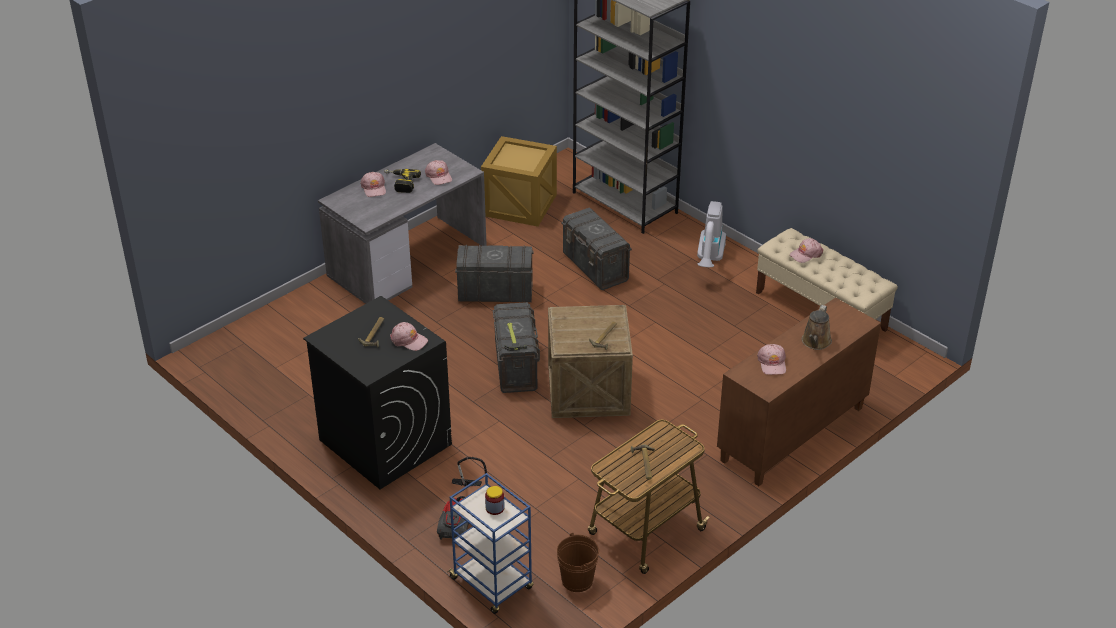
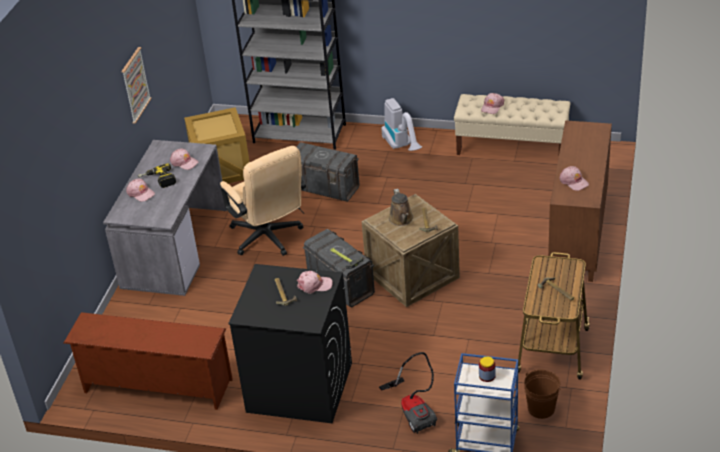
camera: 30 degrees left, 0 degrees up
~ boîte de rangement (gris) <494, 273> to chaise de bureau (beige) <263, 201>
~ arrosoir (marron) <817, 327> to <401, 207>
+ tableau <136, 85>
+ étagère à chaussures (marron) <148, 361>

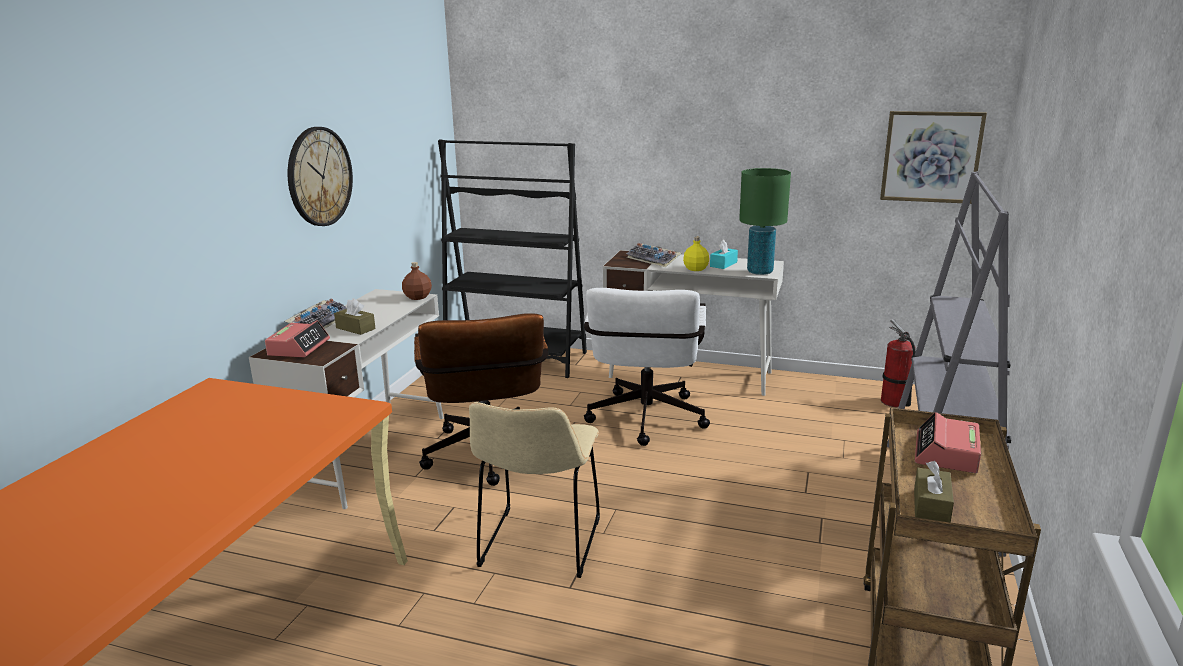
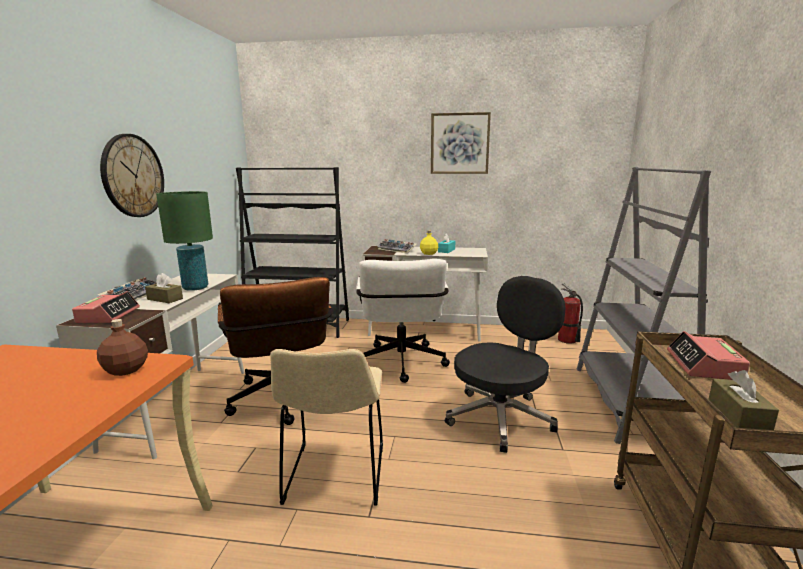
camera: 10 degrees left, 5 degrees down
~ tableau <933, 157> to <461, 143>
~ lampe de table (vert) <765, 221> to <184, 241>
~ bouteille (marron) <417, 281> to <122, 347>
+ chaise de bureau (noir) <505, 364>

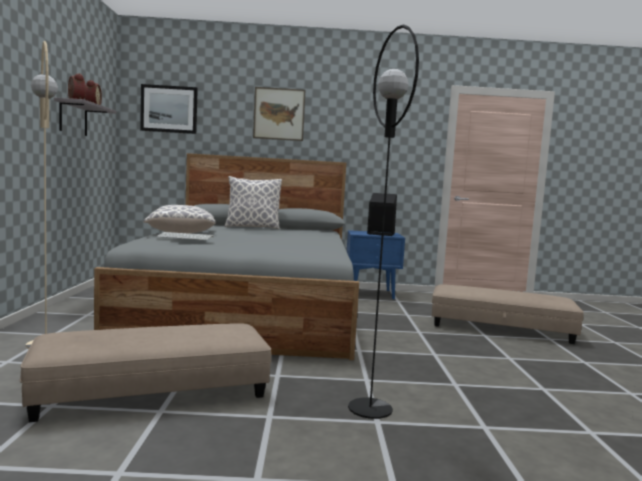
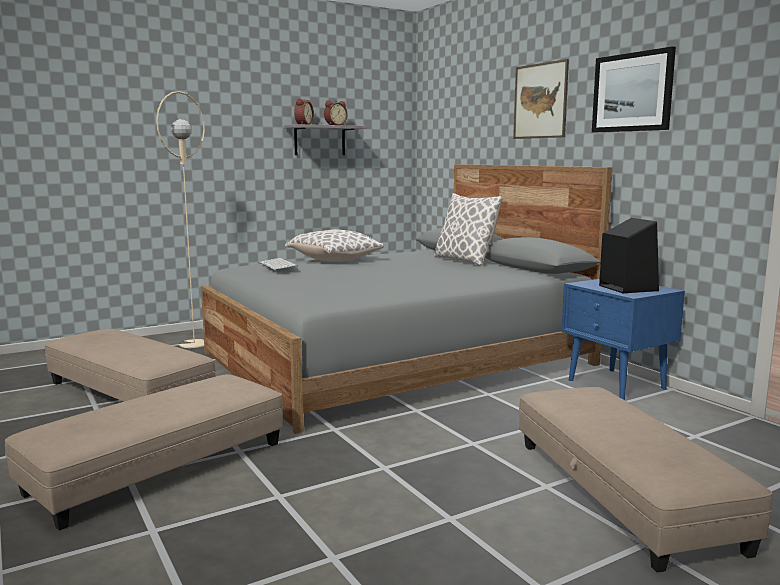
camera: 60 degrees right, 5 degrees up
~ lampadaire (noir) <383, 221> to pouf (beige) <144, 452>
~ tableau <169, 109> to <634, 89>

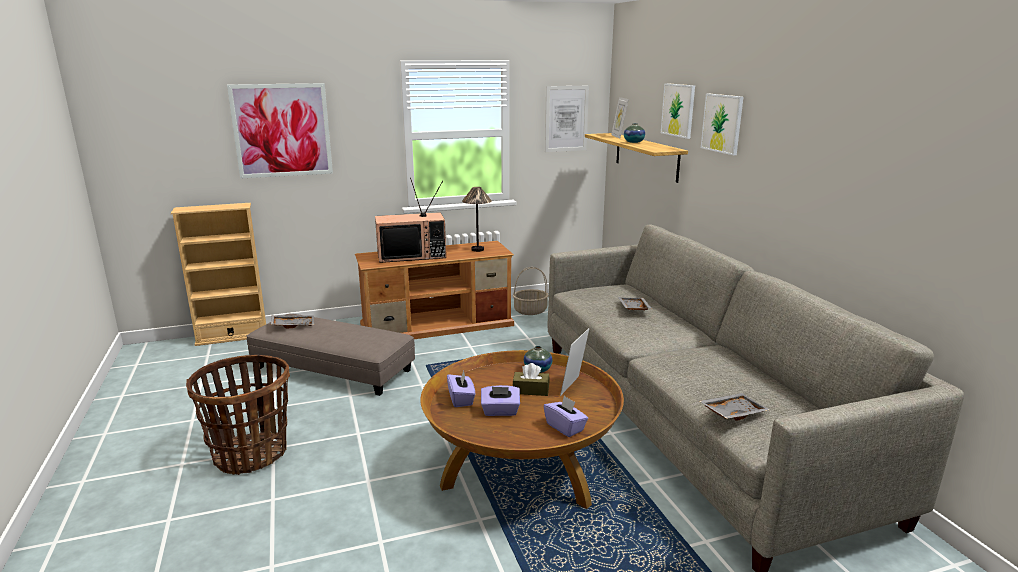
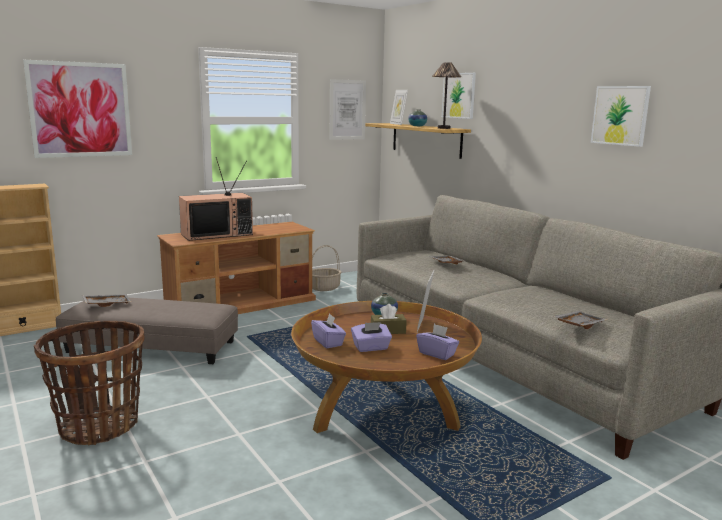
camera: 15 degrees left, 5 degrees down
~ tableau <722, 124> to <621, 116>
~ lampe de table <477, 219> to <446, 95>

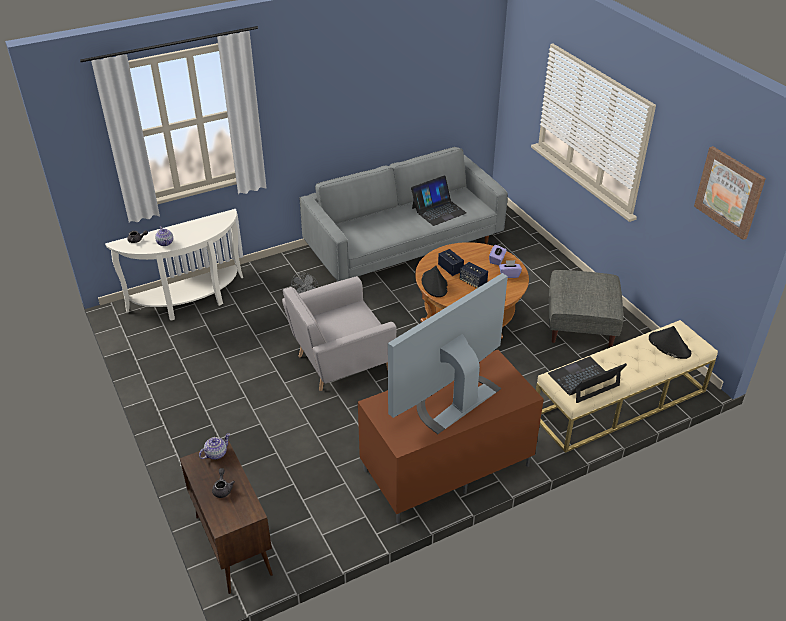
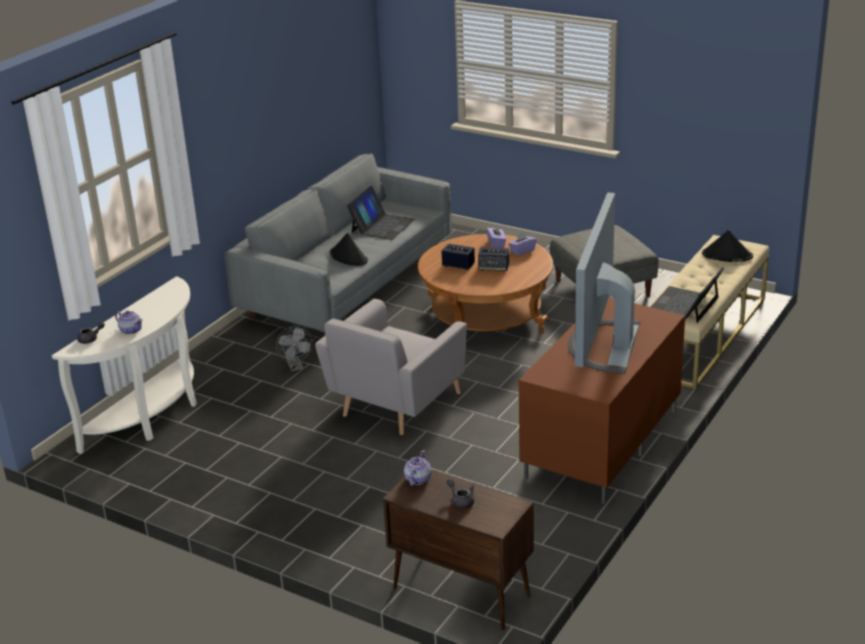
camera: 30 degrees left, 10 degrees down
- tableau <730, 193>
~ chapeau (noir) <435, 281> to <348, 249>

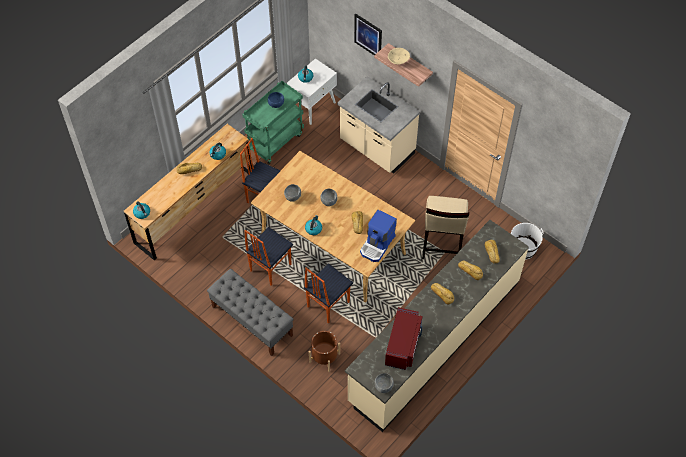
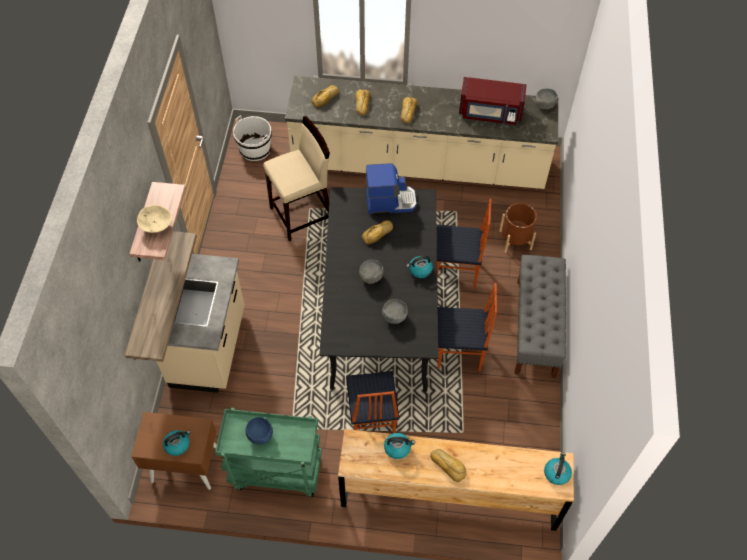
camera: 125 degrees left, 0 degrees up
- tableau <368, 34>
~ table de chevet (blanc) <312, 91> to table de chevet (marron) <174, 451>
~ table à manger (beige) <333, 227> to table à manger (noir) <379, 289>
~ micro-ondes (rouge) <404, 338> = <492, 101> 150 degrees counterclockwise
+ étagère <161, 296>

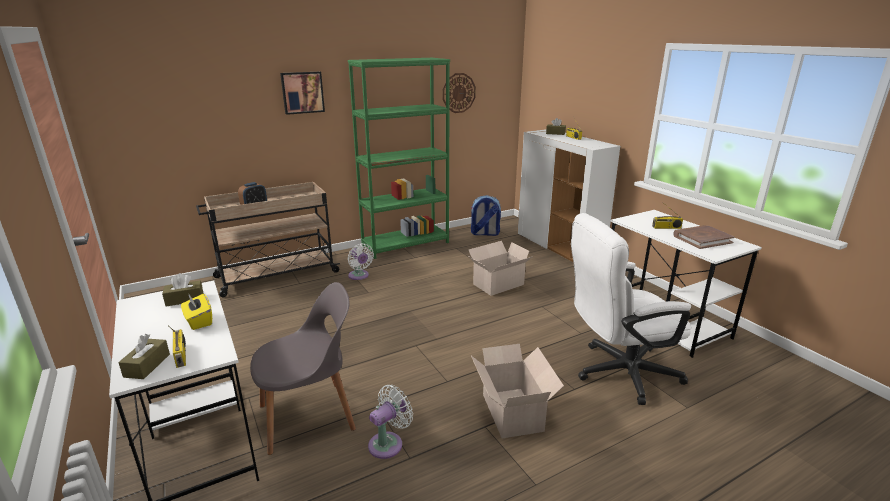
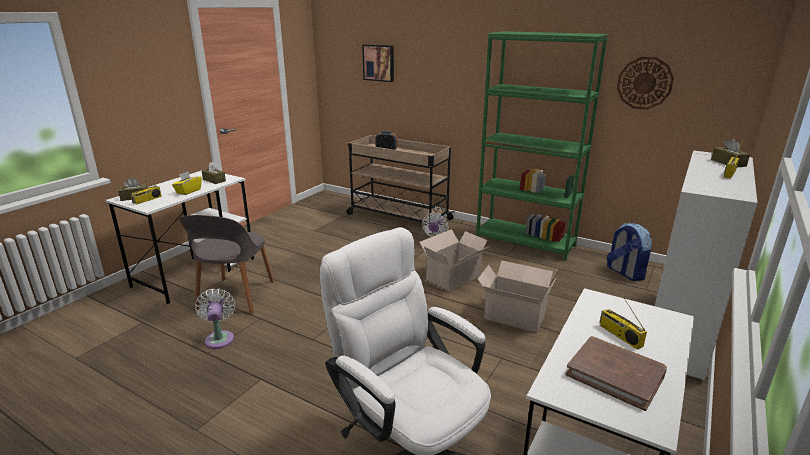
camera: 60 degrees right, 0 degrees up
~ tableau <302, 93> to <378, 63>
~ chaise (gris) <303, 368> = <226, 264> 60 degrees clockwise
~ carton <517, 391> to <455, 260>
~ ventilateur (blanc) <390, 422> = <215, 319> 120 degrees counterclockwise

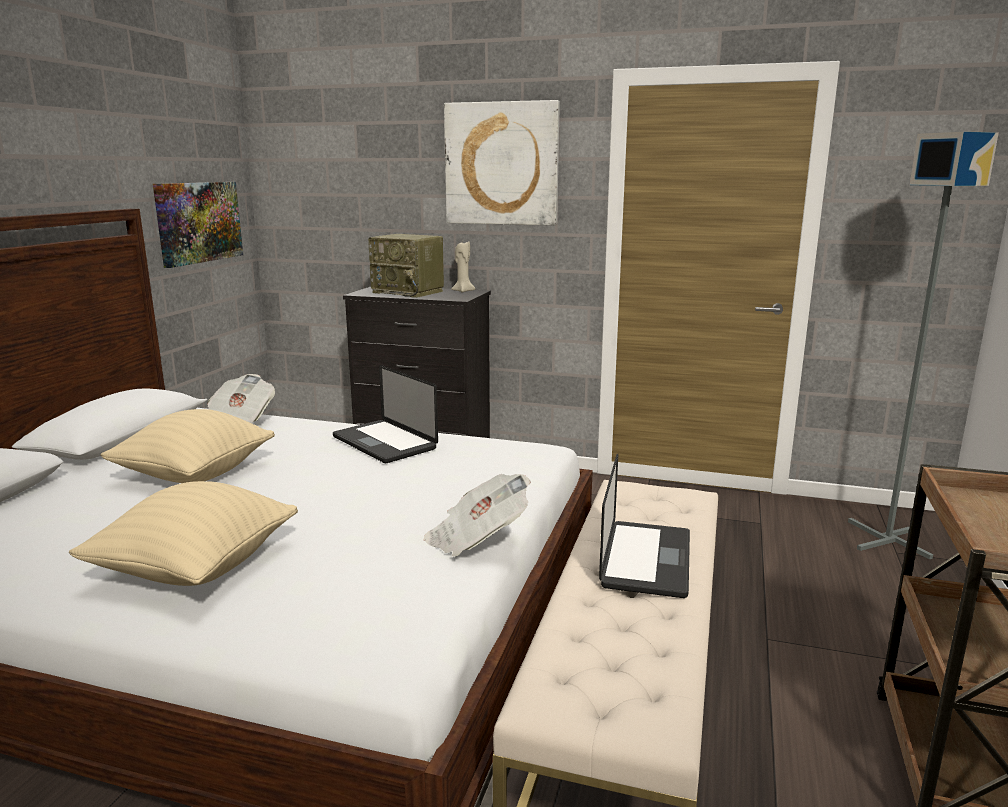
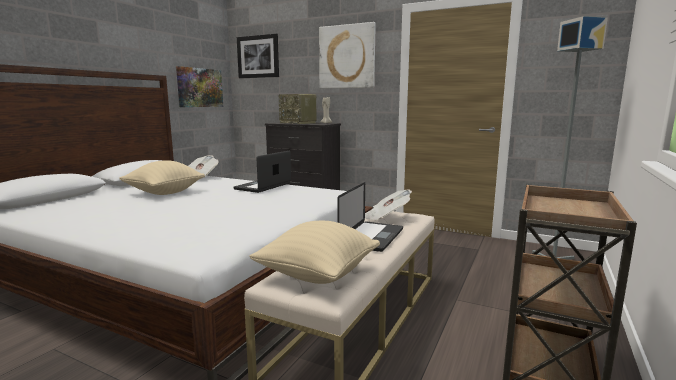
camera: 10 degrees right, 5 degrees down
~ ordinateur portable <385, 414> = <262, 172> 60 degrees clockwise
~ journal <477, 515> to <388, 205>
~ coussin (beige) <183, 533> to <314, 252>
+ tableau <258, 56>

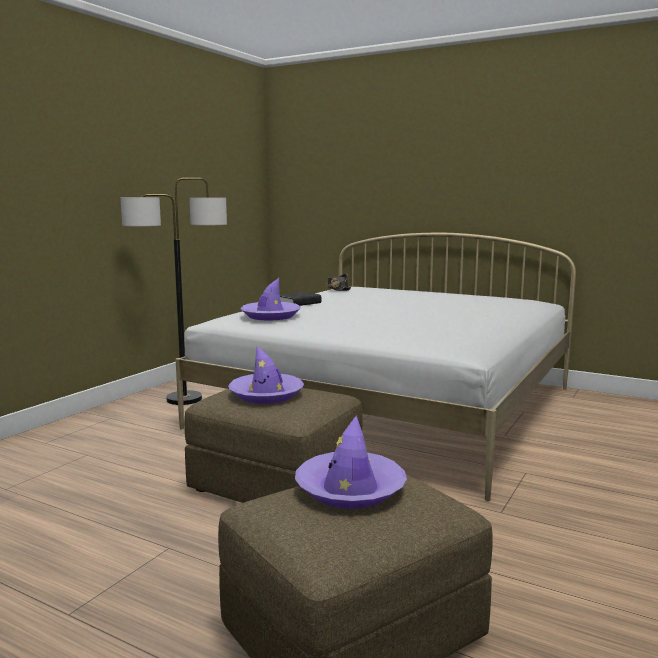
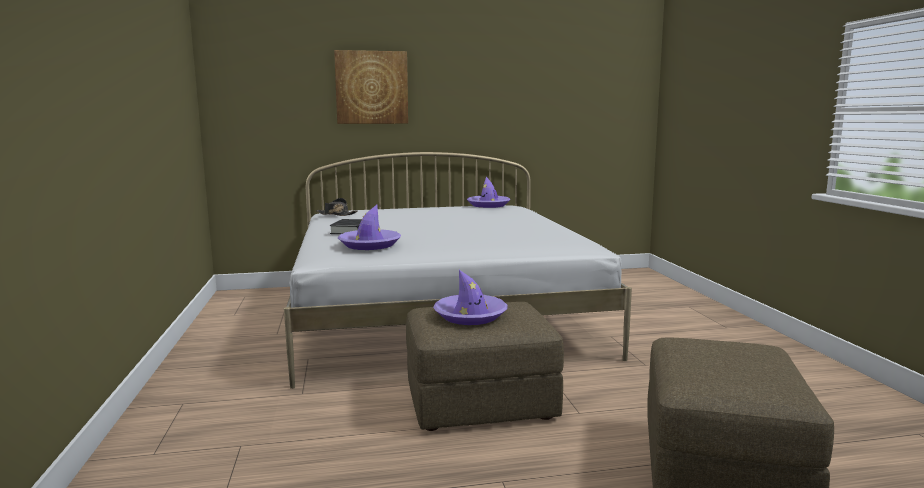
camera: 40 degrees left, 0 degrees up
- lampadaire <173, 291>
~ chapeau (violet) <351, 462> to <489, 192>
+ tableau <371, 87>

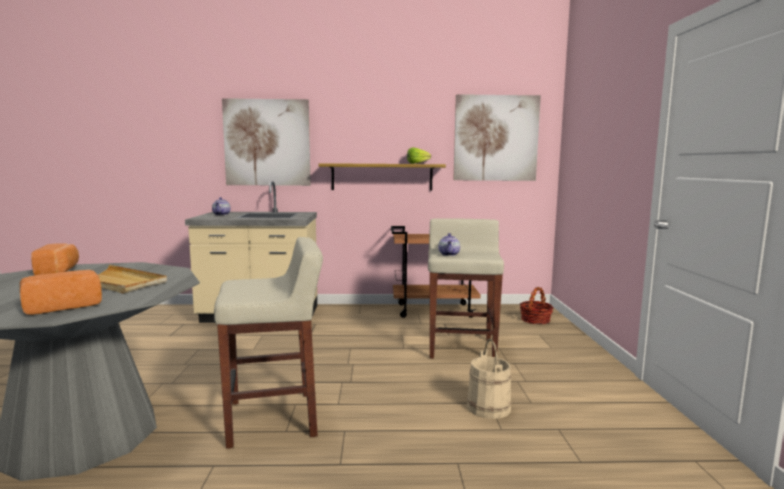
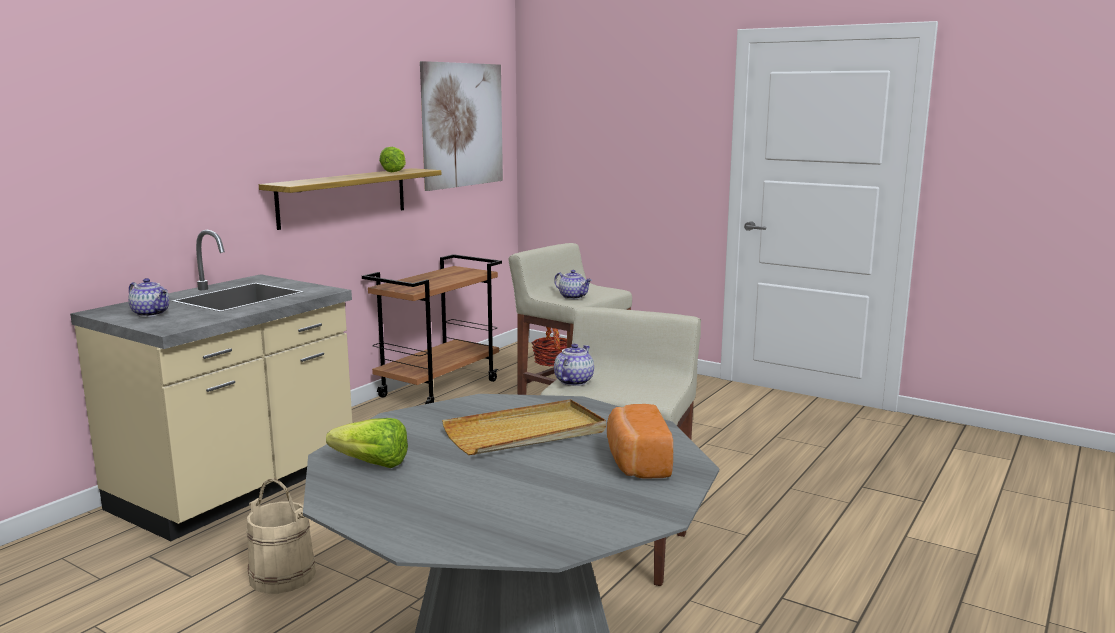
camera: 55 degrees left, 5 degrees up
- tableau <266, 142>
~ pain <55, 259> to laitue <367, 443>
~ seau (beige) <489, 379> to <281, 535>
+ théière <574, 365>

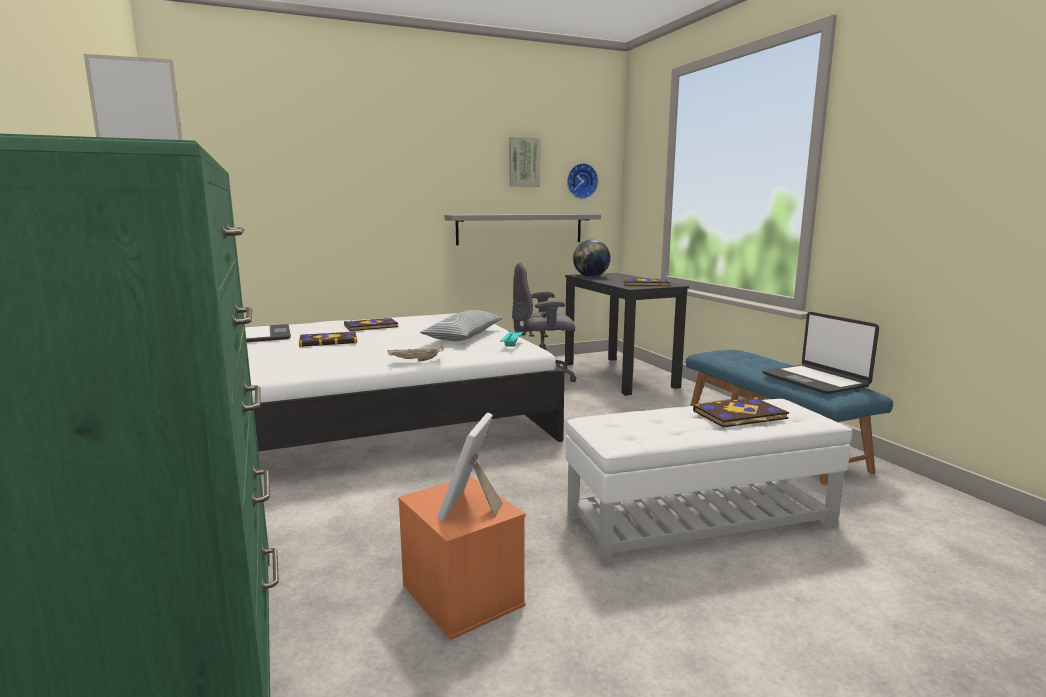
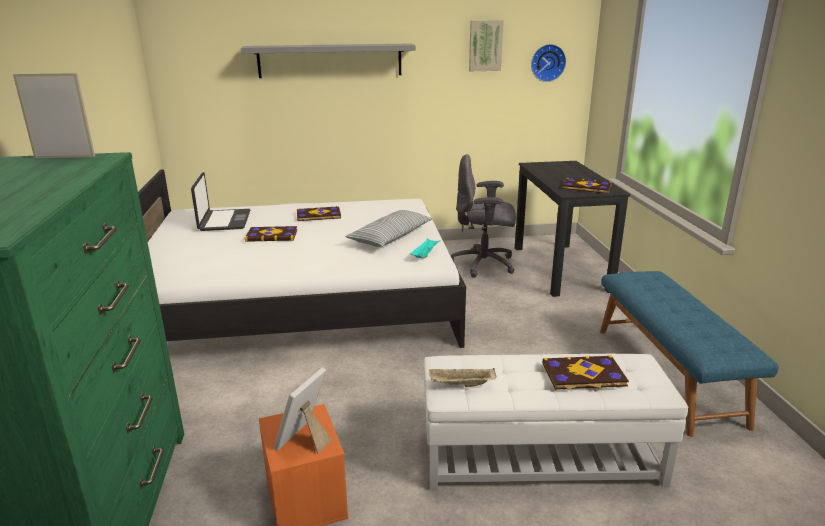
camera: 15 degrees right, 10 degrees up
~ étagère (gris) <523, 229> to <328, 60>
- globe <592, 258>
- ordinateur portable <820, 353>
~ plateau (beige) <415, 353> to <462, 377>

